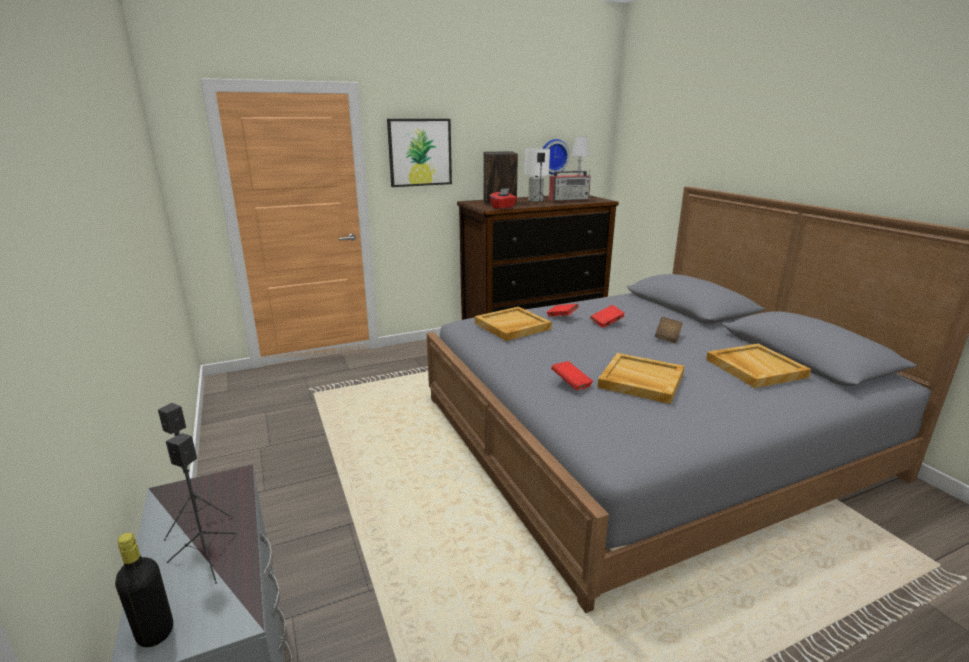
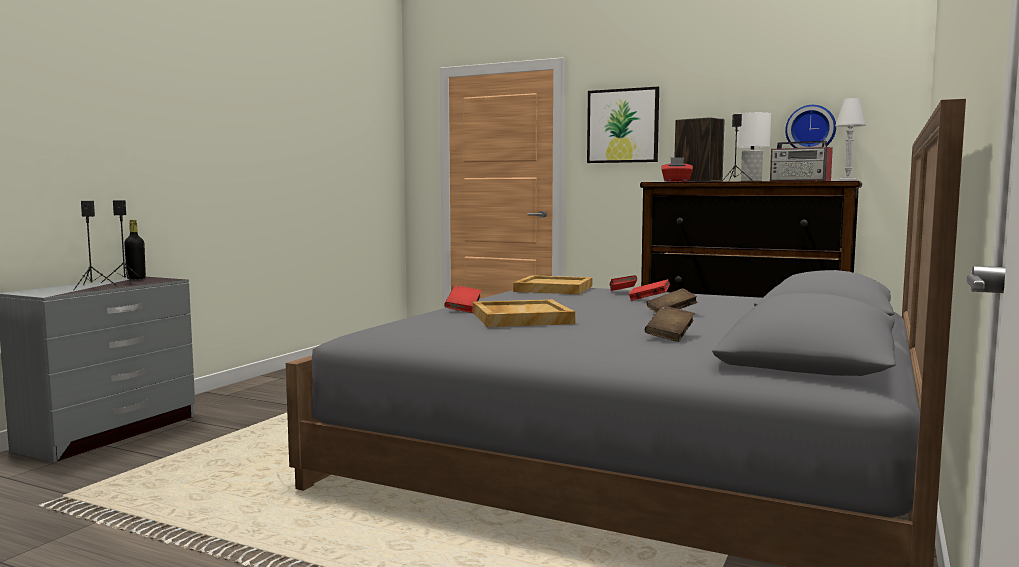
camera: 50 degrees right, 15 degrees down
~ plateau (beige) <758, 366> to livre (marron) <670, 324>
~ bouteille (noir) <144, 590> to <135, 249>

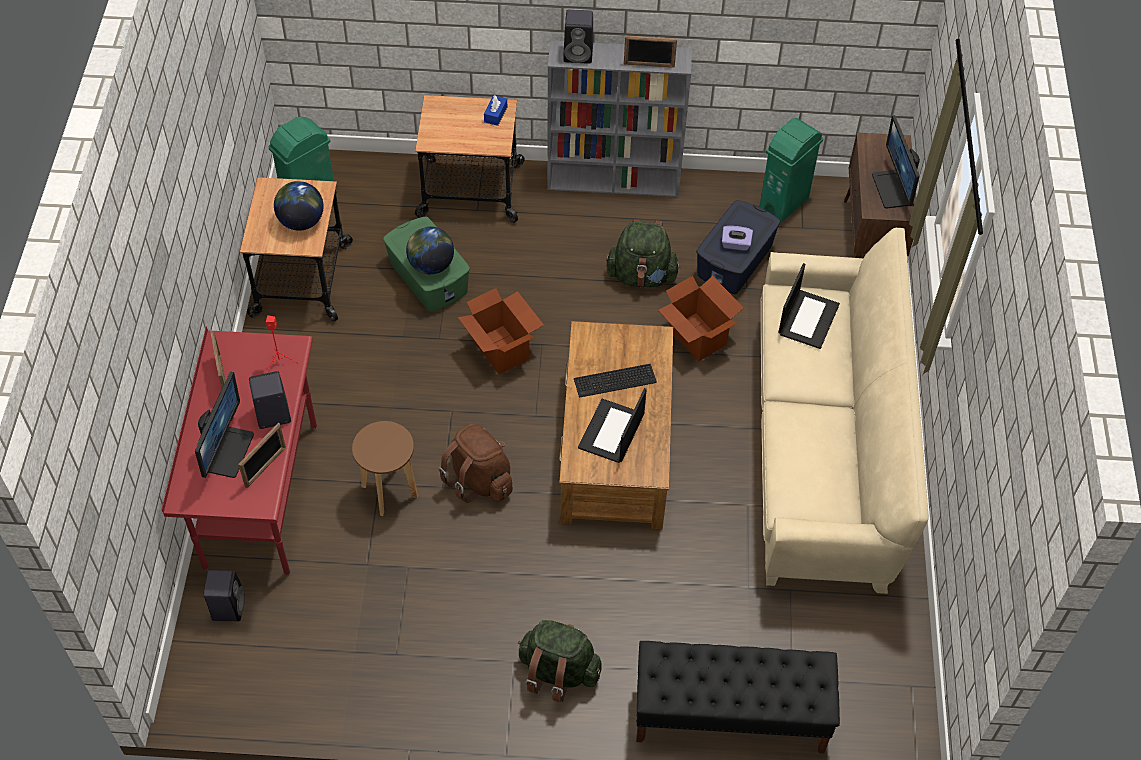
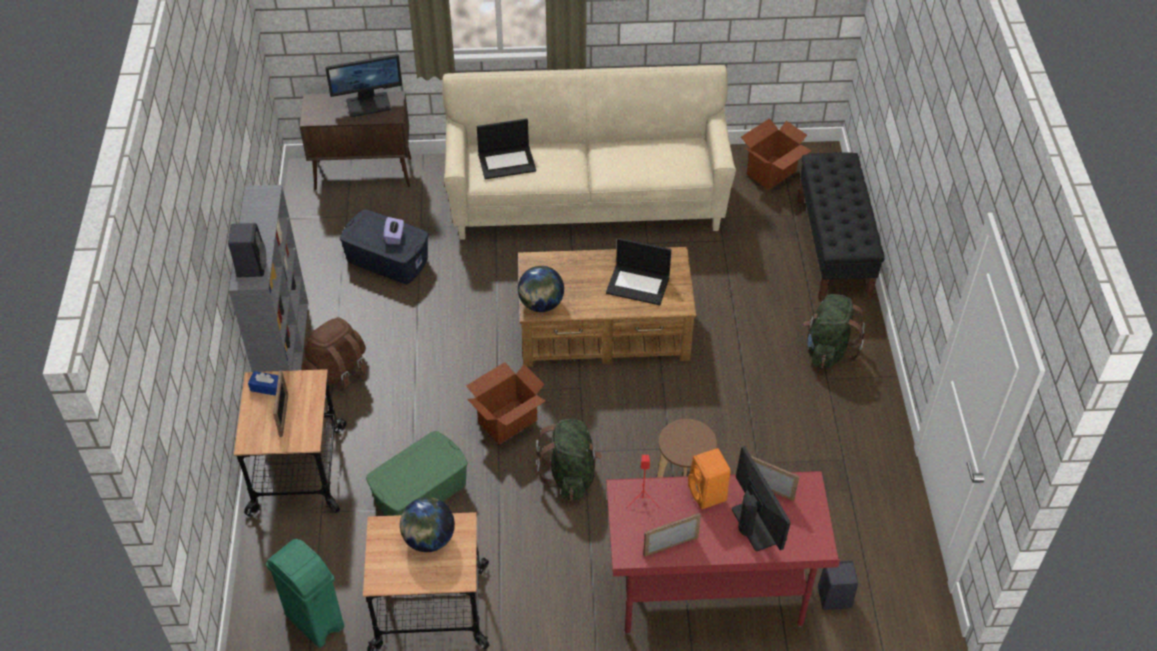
camera: 95 degrees left, 5 degrees down
~ cadre photo <650, 51> to <280, 404>
- poubelle (vert) <791, 170>
~ sac à dos (vert) <643, 253> to <569, 459>
~ globe <430, 250> to <541, 289>
~ ordinateur portable <809, 306> = <506, 149> 150 degrees clockwise
~ carton <701, 318> to <776, 154>
- clavier <615, 381>
~ écran d'ordinateur <224, 424> = <761, 498> 60 degrees clockwise
~ enceinte (noir) <270, 400> to enceinte (orange) <709, 478>
~ sac à dos (marron) <476, 463> to <334, 354>

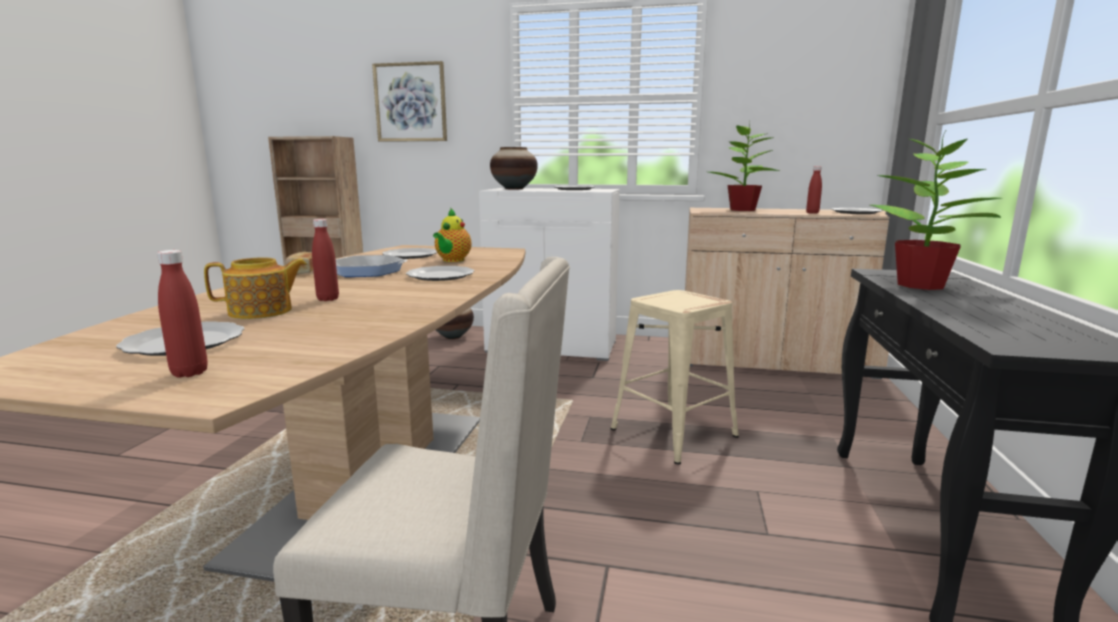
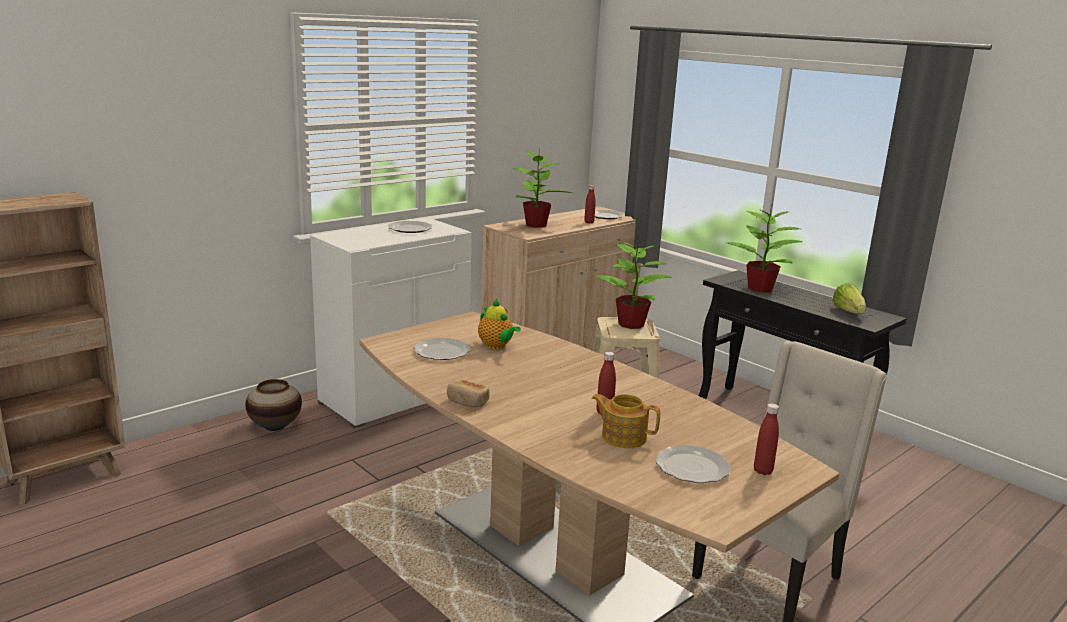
camera: 55 degrees left, 5 degrees up
- tableau <409, 101>
- vase <514, 168>
- poêle <372, 266>
~ théière <255, 288> = <625, 421> 75 degrees counterclockwise
- assiette <440, 273>
+ plante en pot <633, 286>
+ laitue <849, 298>

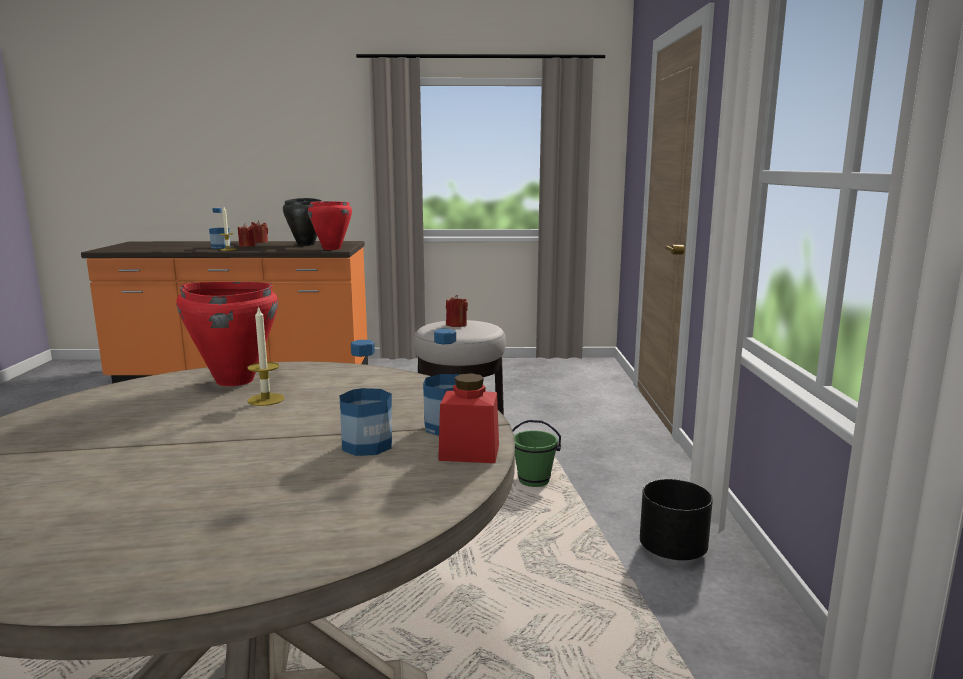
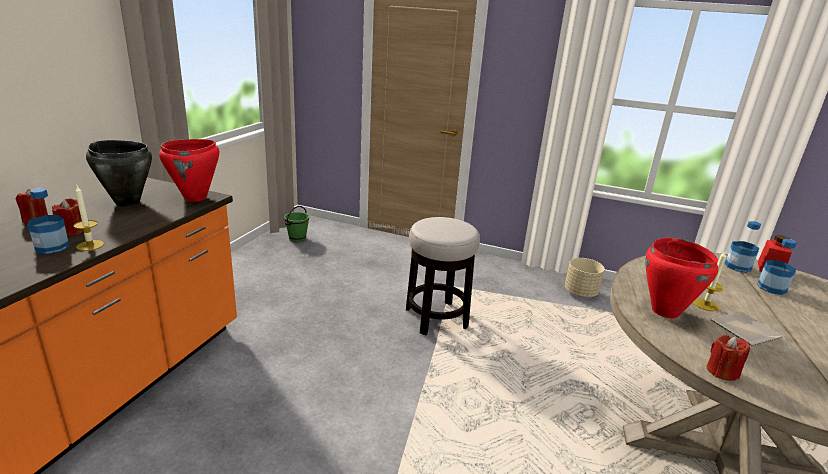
camera: 70 degrees left, 10 degrees up
~ bougie (rouge) <457, 311> to <728, 358>
~ seau (vert) <536, 453> to <296, 224>
~ cache-pot (noir) <676, 519> to cache-pot (beige) <585, 277>
+ assiette <747, 328>

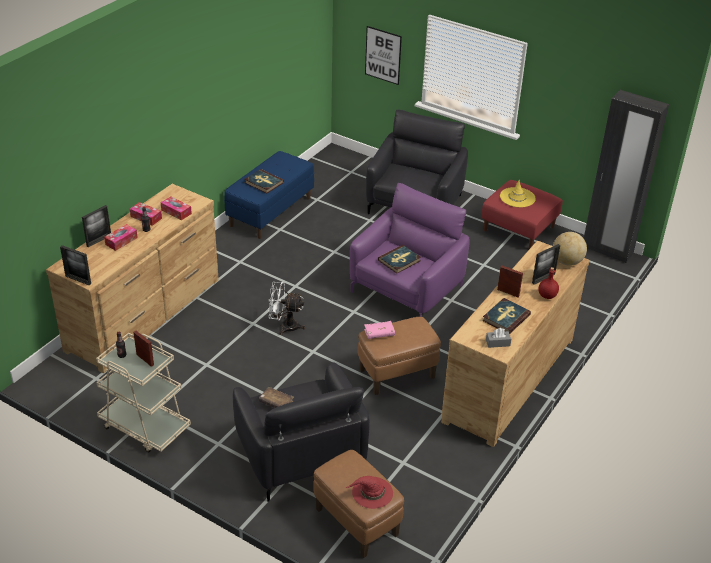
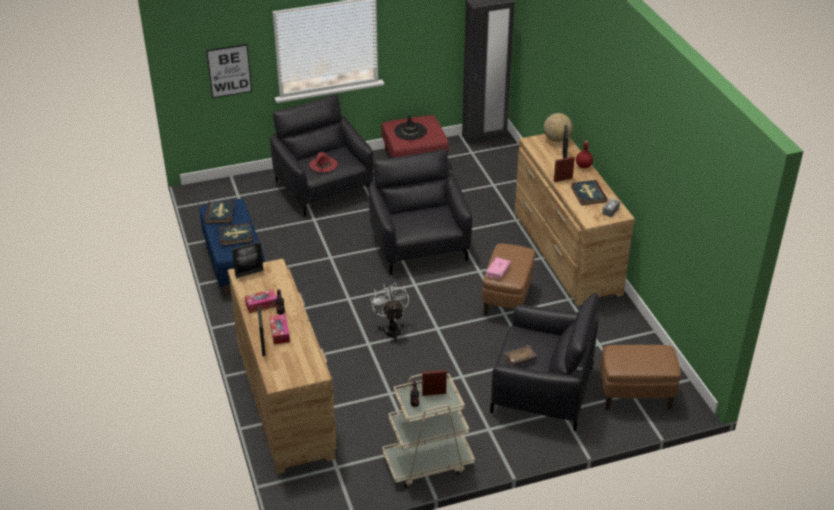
camera: 50 degrees left, 0 degrees up
~ chapeau (jaune) <518, 193> to chapeau (noir) <410, 127>
~ fauteuil (violet) <410, 250> to fauteuil (noir) <420, 212>
- boîte à mouchoirs <176, 208>
~ cadre photo <75, 265> to <247, 259>
~ livre <399, 259> to <219, 212>
~ ventilateur (blanc) <286, 308> = <389, 312> 120 degrees clockwise
~ chapeau (rouge) <369, 492> to <323, 162>

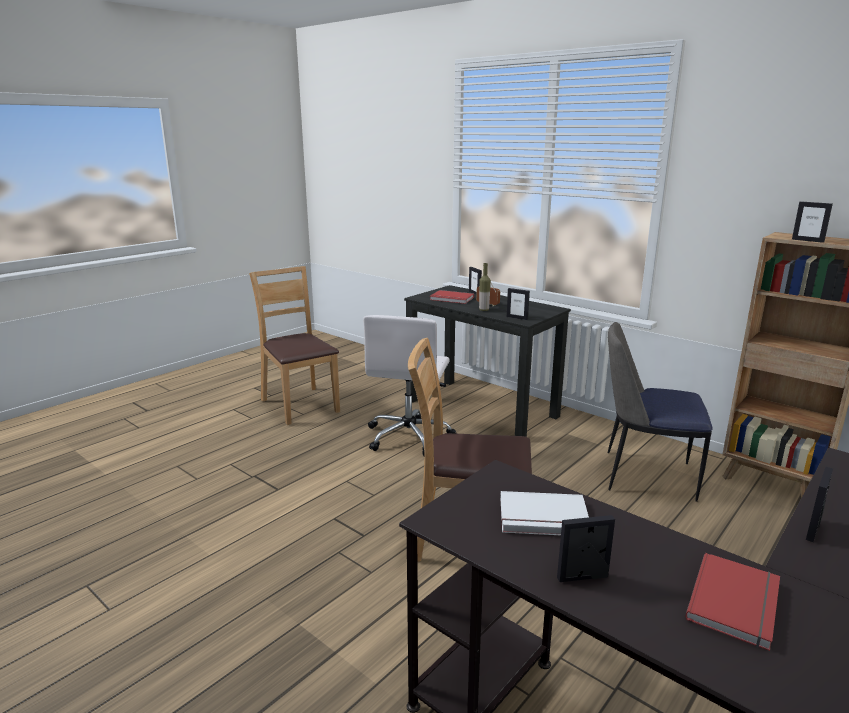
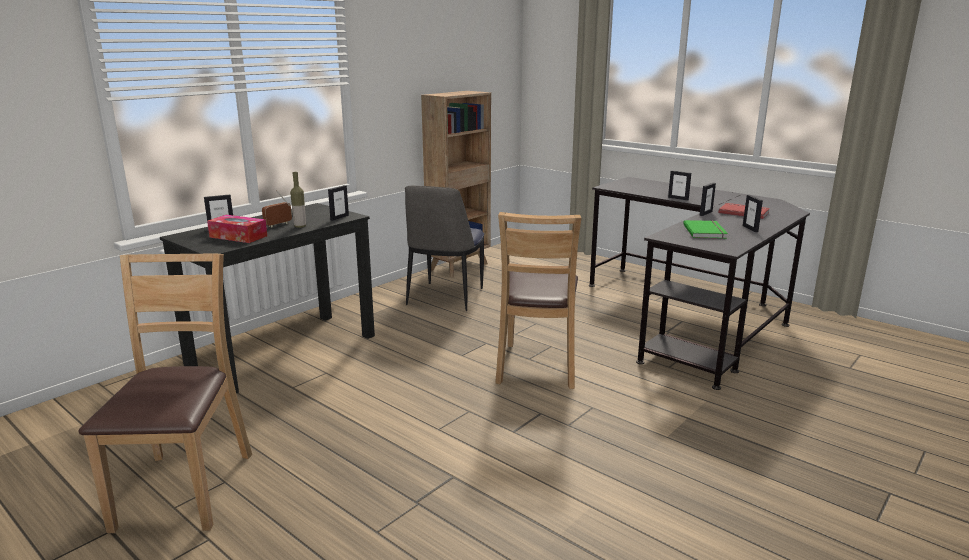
camera: 90 degrees left, 0 degrees up
~ cadre photo <812, 222> to <708, 199>
~ chaise (marron) <294, 345> = <165, 393> 120 degrees clockwise
~ livre (rouge) <452, 297> to boîte à mouchoirs <237, 229>
- chaise de bureau (blanc) <409, 385>
~ livre (blanc) <544, 513> to livre (vert) <705, 229>

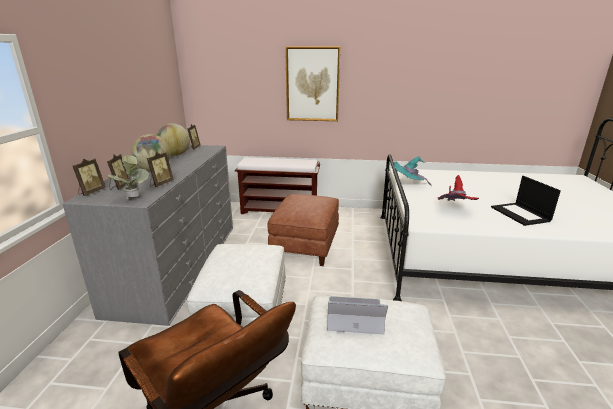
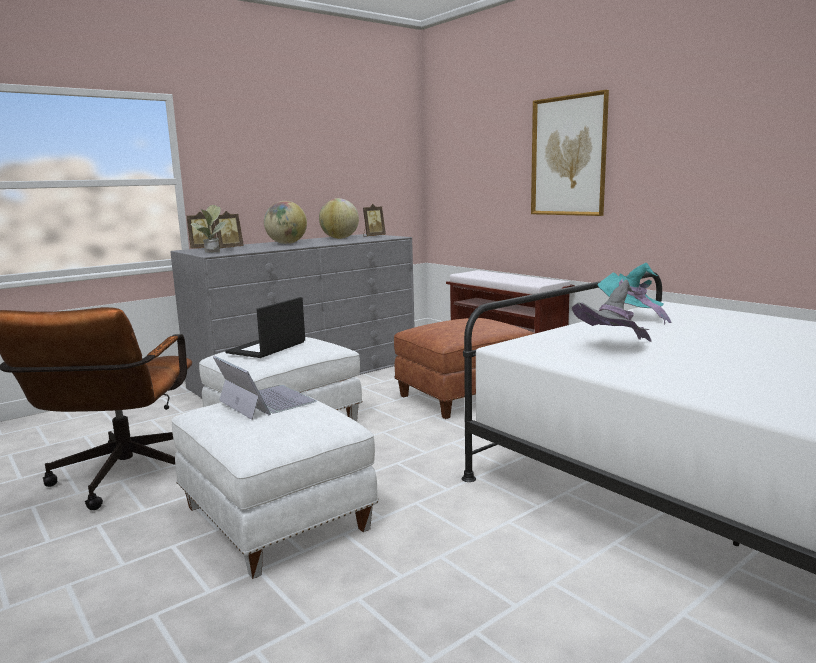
camera: 45 degrees right, 10 degrees down
- cadre photo <160, 169>
~ chapeau (rouge) <458, 188> to chapeau (gris) <612, 311>
~ ordinateur portable <526, 201> to <265, 327>

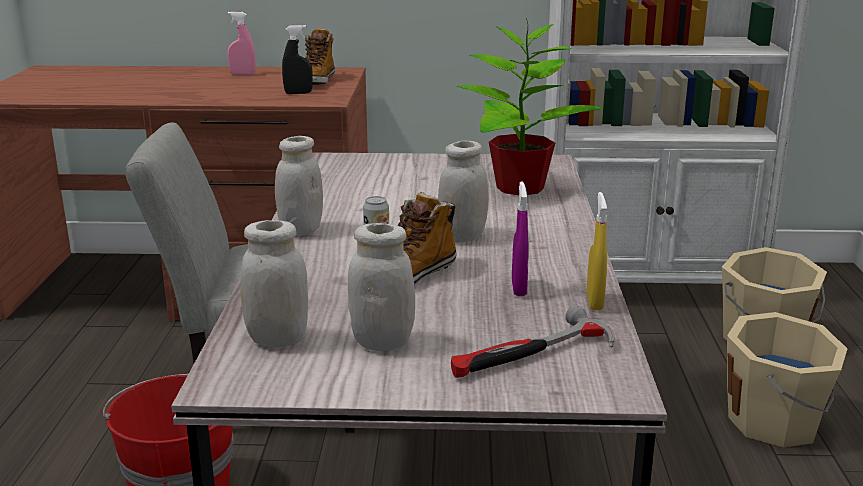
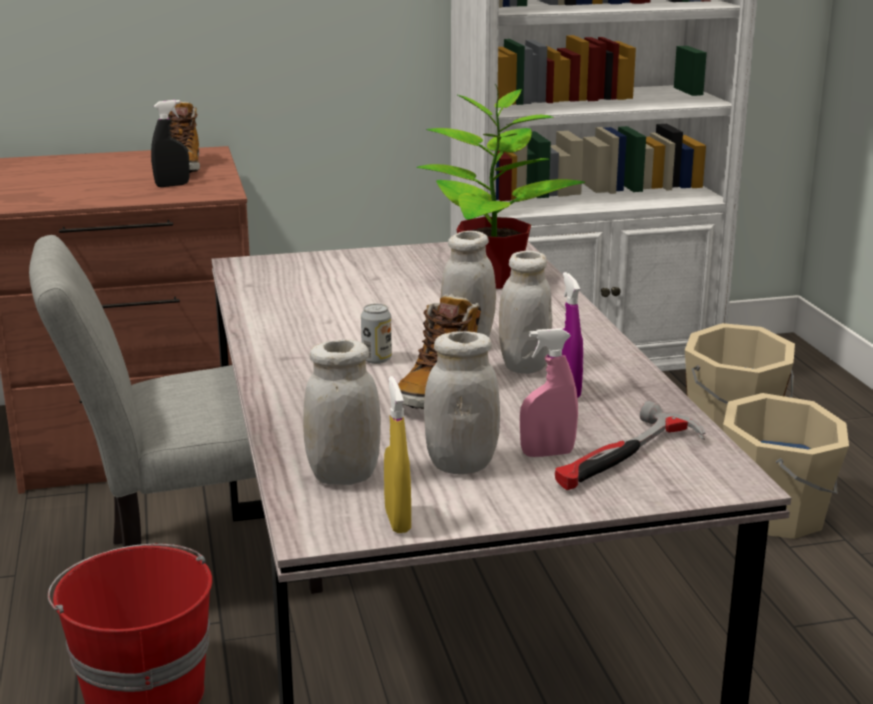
camera: 15 degrees left, 0 degrees up
~ vaporisateur (rose) <241, 43> to <549, 392>
~ bocal (blanc) <299, 186> to <525, 312>
~ vaporisateur (jaune) <597, 251> to <397, 454>

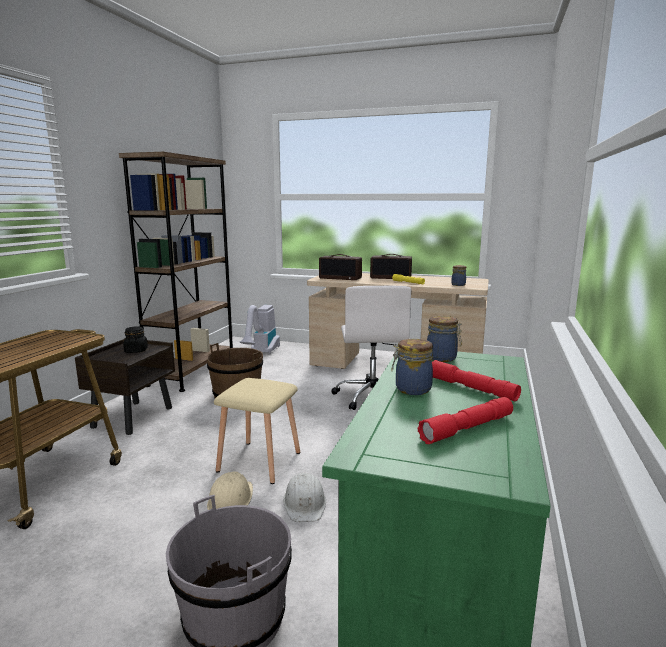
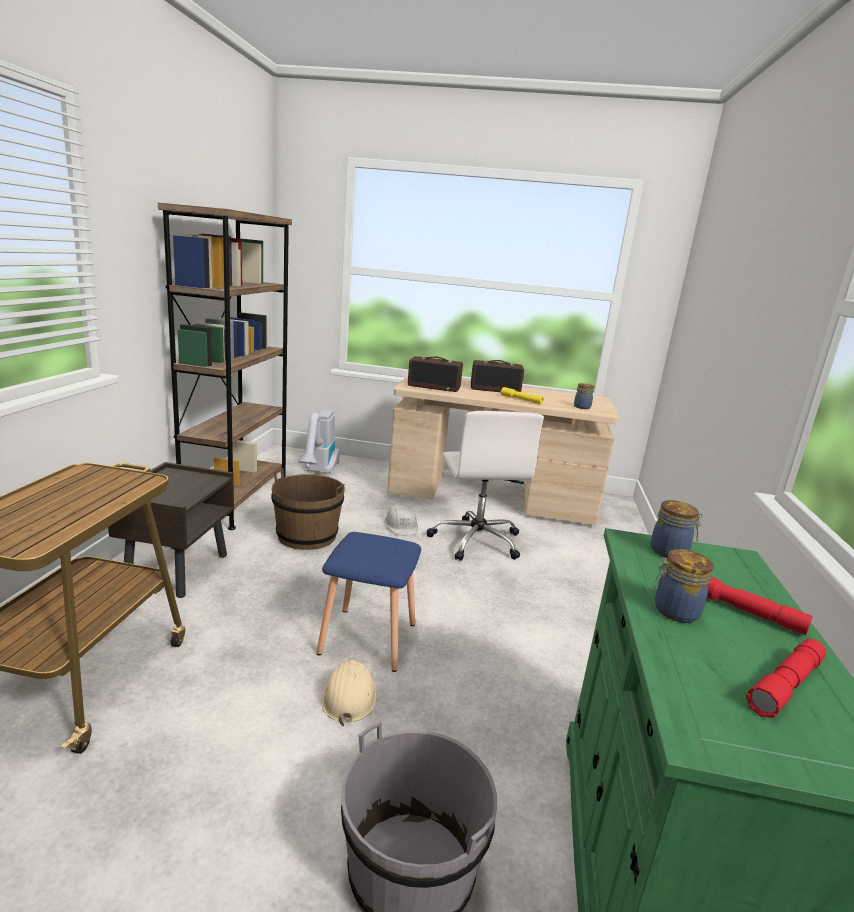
camera: 10 degrees left, 5 degrees up
- bocal (noir) <135, 339>
~ tabouret (beige) <257, 431> to tabouret (bleu) <368, 602>
~ casque de chantier (blanc) <304, 497> to <401, 519>

